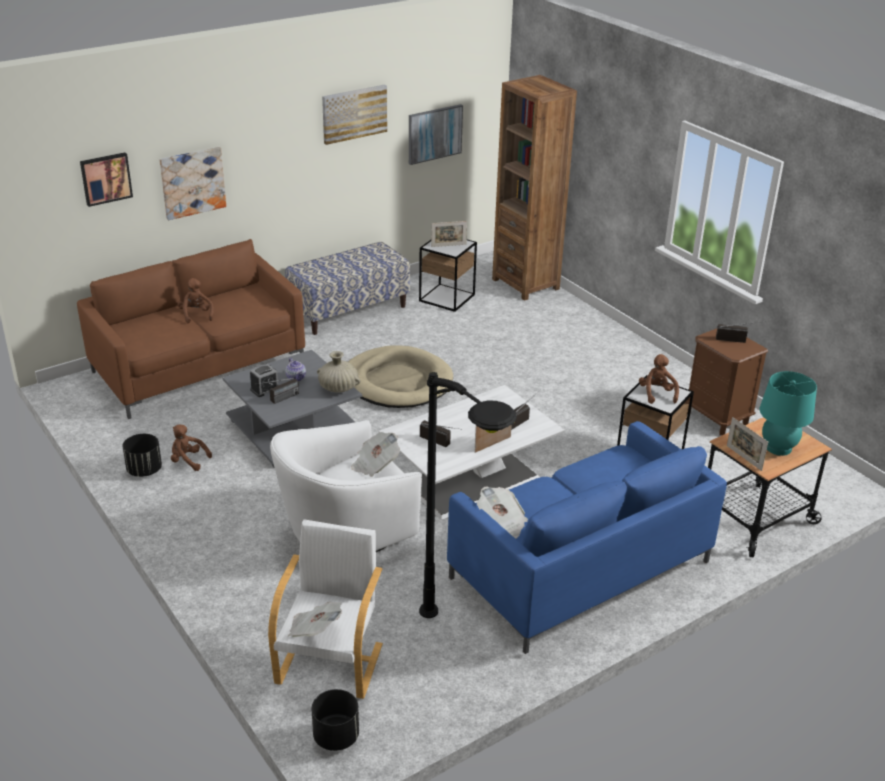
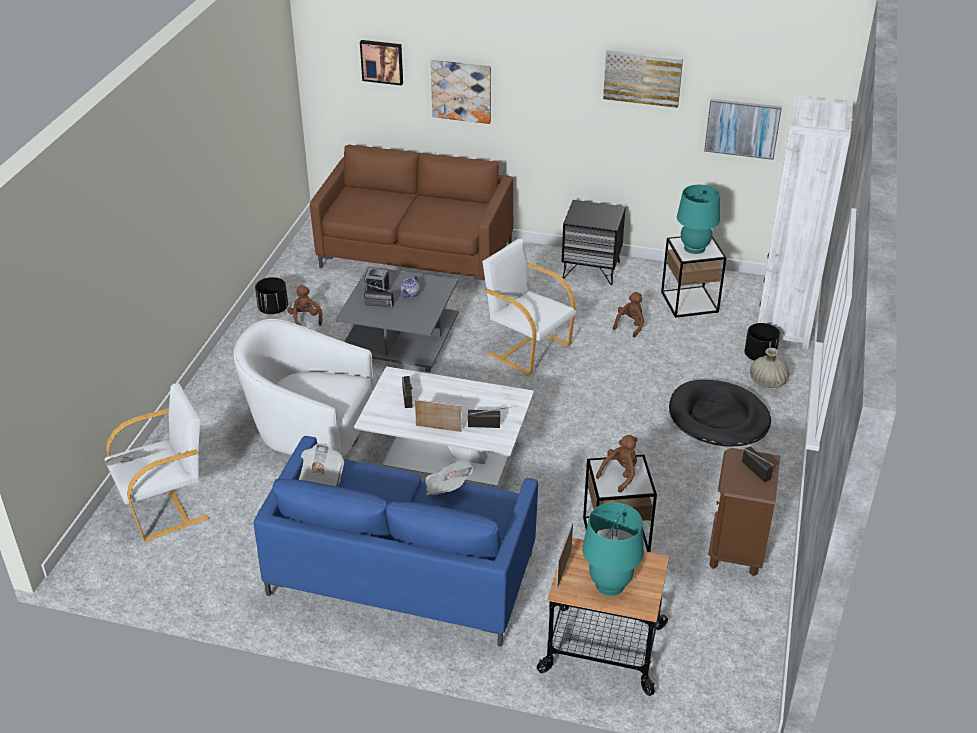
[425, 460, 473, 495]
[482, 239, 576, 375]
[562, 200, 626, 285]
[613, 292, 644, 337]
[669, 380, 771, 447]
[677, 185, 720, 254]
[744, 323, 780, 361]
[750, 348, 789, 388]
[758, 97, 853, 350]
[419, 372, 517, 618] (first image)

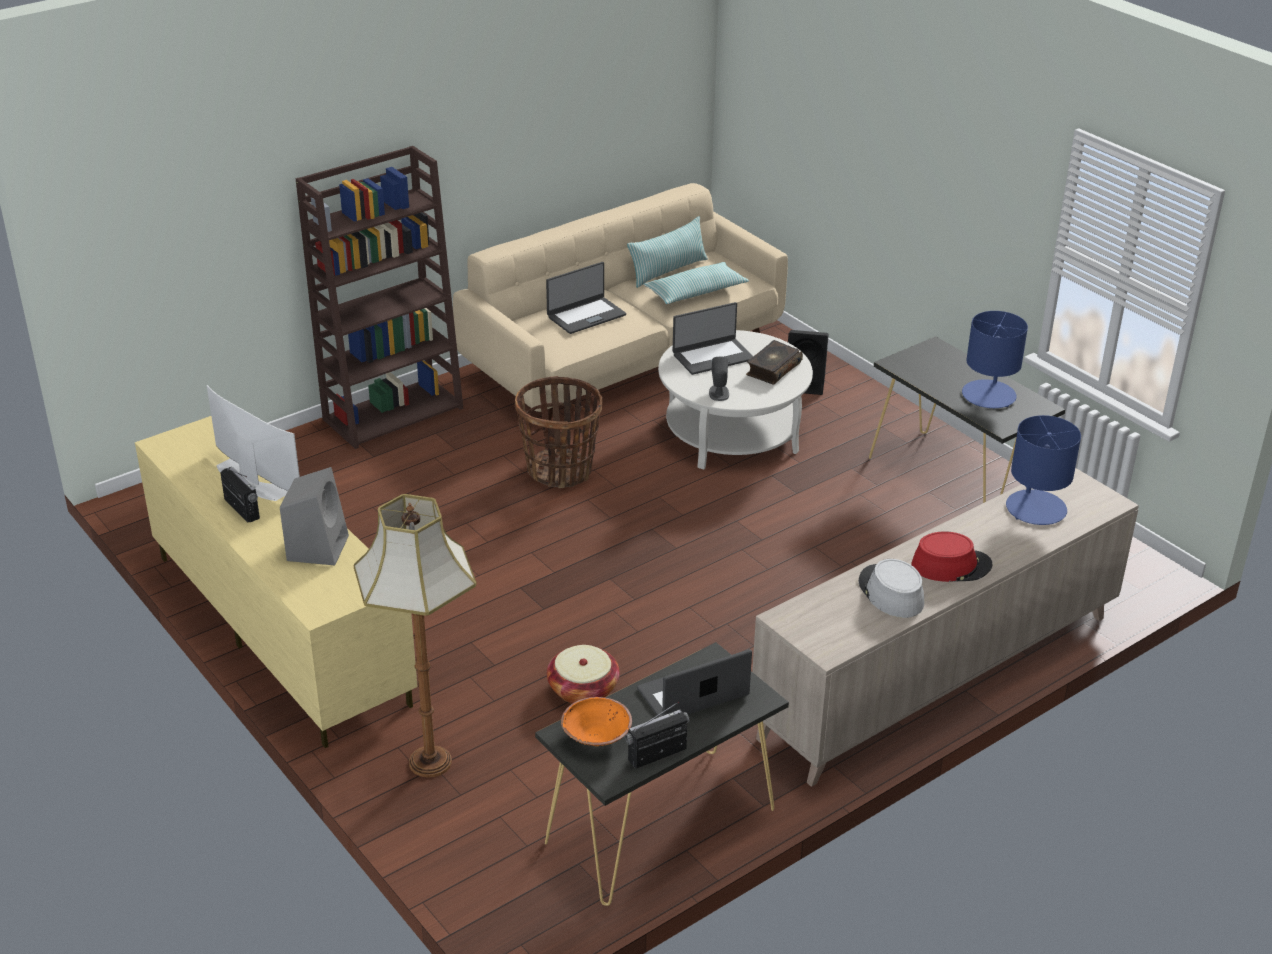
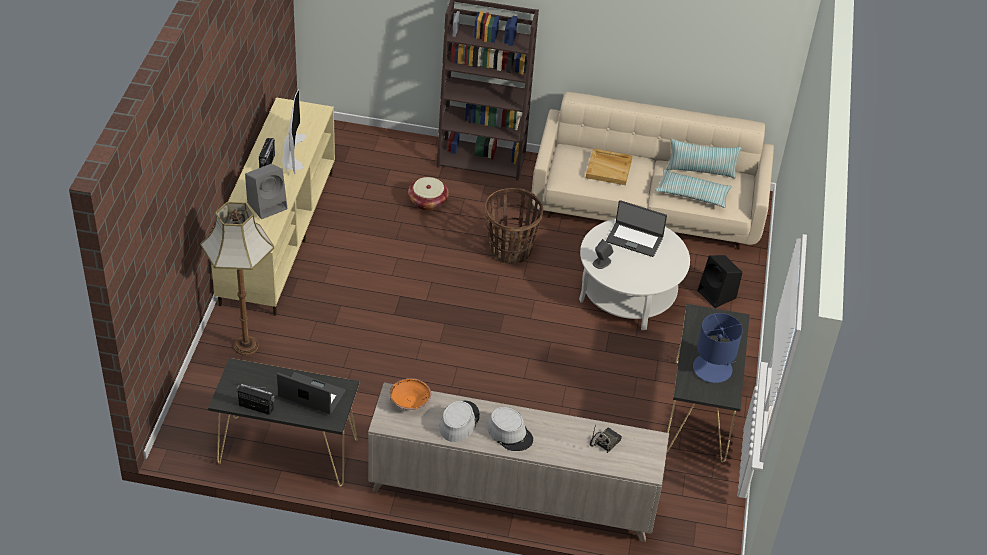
[389, 378, 431, 410]
[408, 177, 449, 211]
[487, 407, 533, 451]
[586, 148, 632, 185]
[590, 424, 622, 453]
[746, 340, 803, 385] (first image)

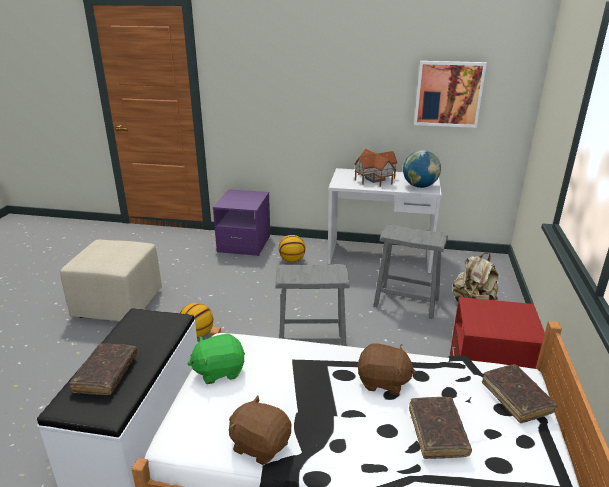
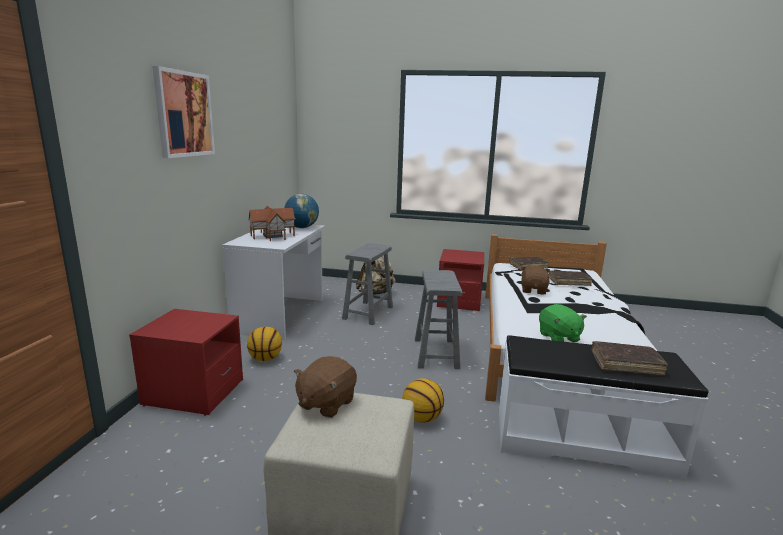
[129, 309, 243, 416]
[152, 66, 215, 158]
[294, 356, 357, 418]

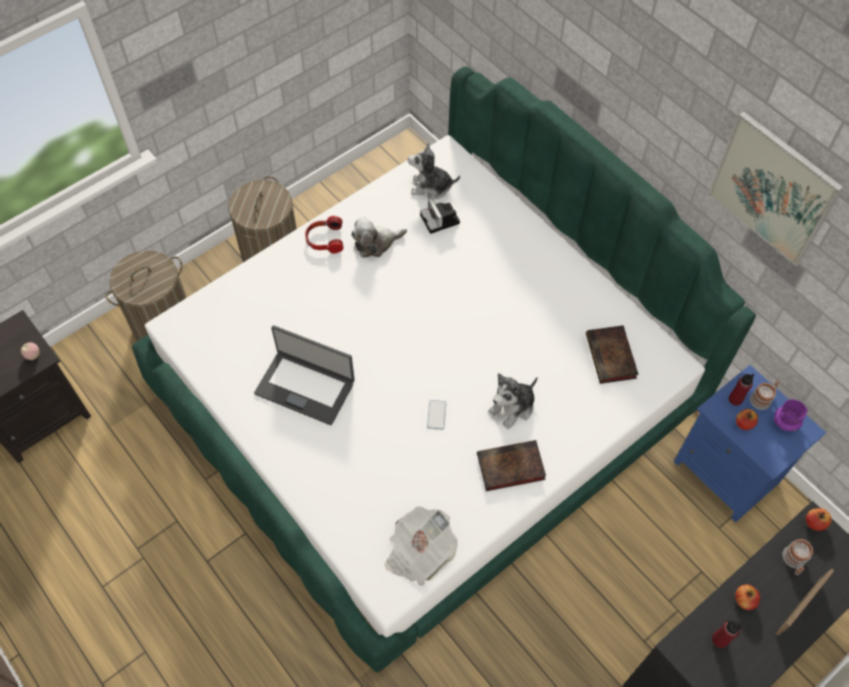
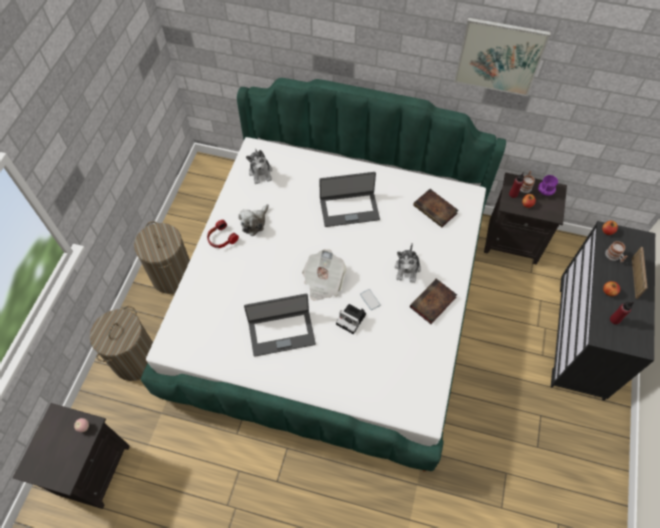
[246, 148, 273, 184]
[302, 249, 347, 301]
[319, 172, 380, 227]
[336, 304, 366, 334]
[484, 172, 567, 265]

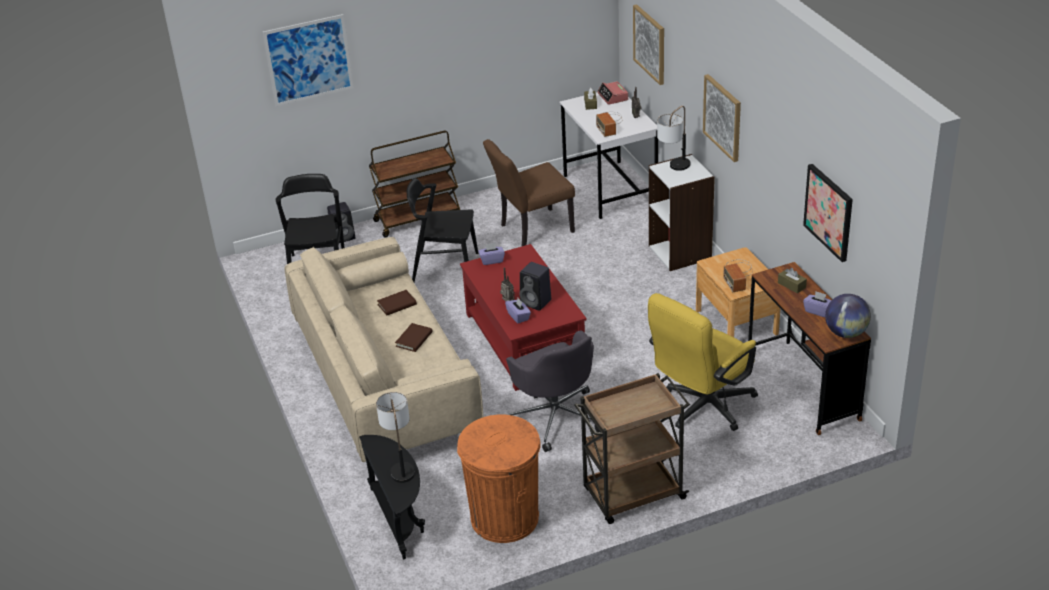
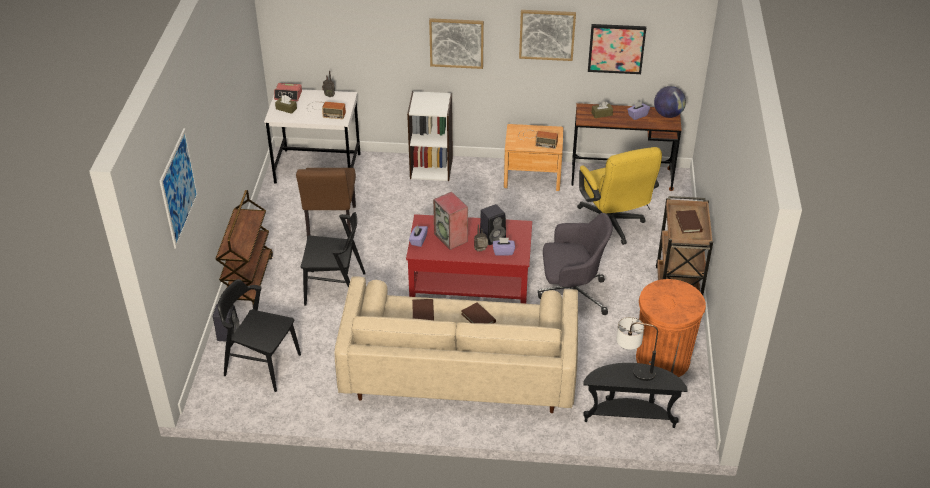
[301, 212, 366, 306]
[433, 192, 468, 250]
[519, 10, 576, 61]
[676, 210, 703, 234]
[657, 106, 691, 171] (first image)

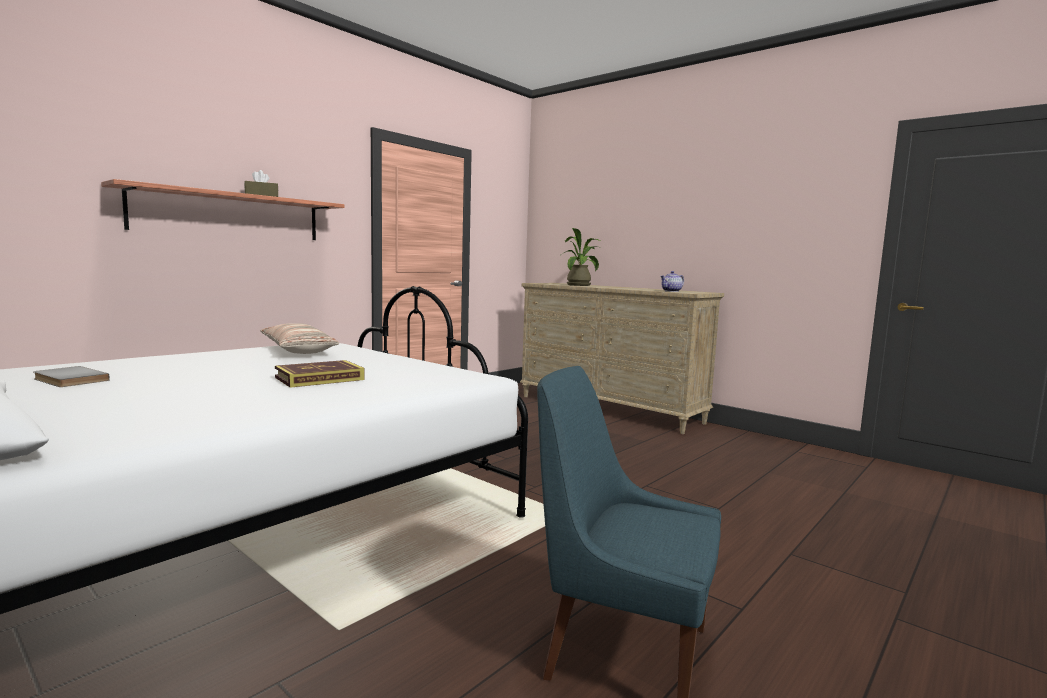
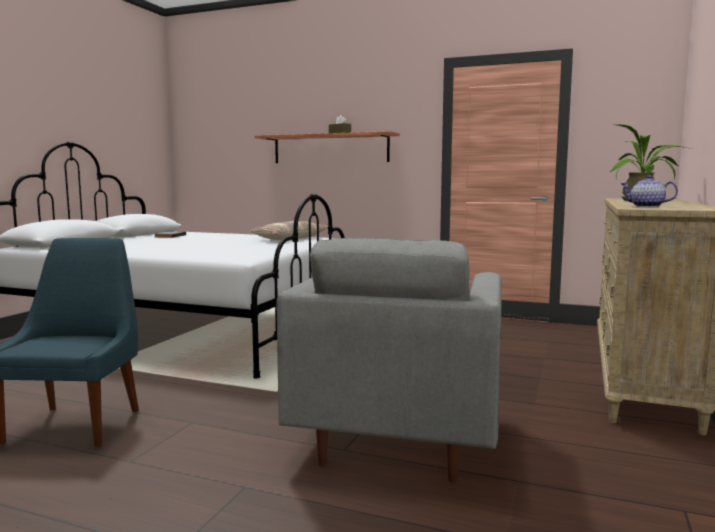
[277, 238, 502, 483]
[275, 360, 364, 388] (first image)

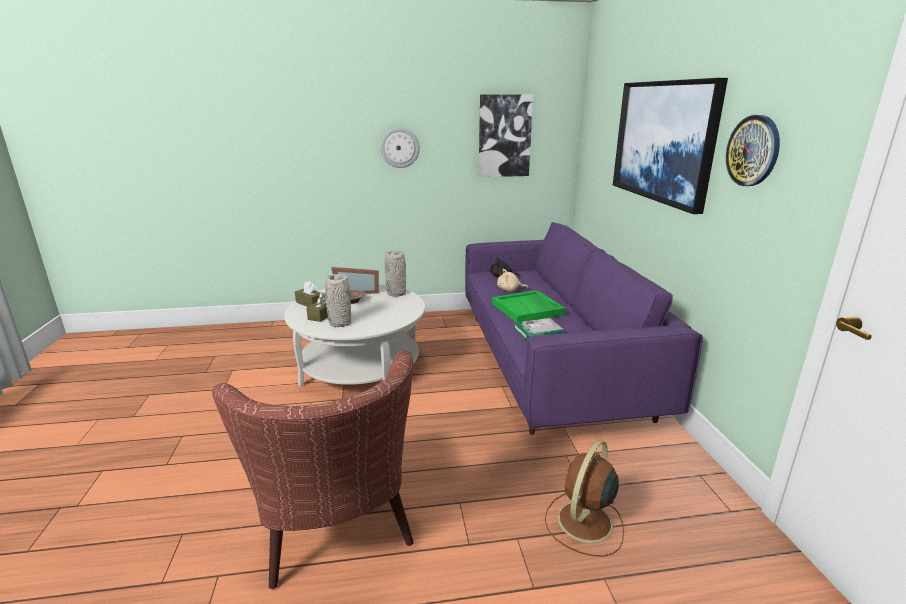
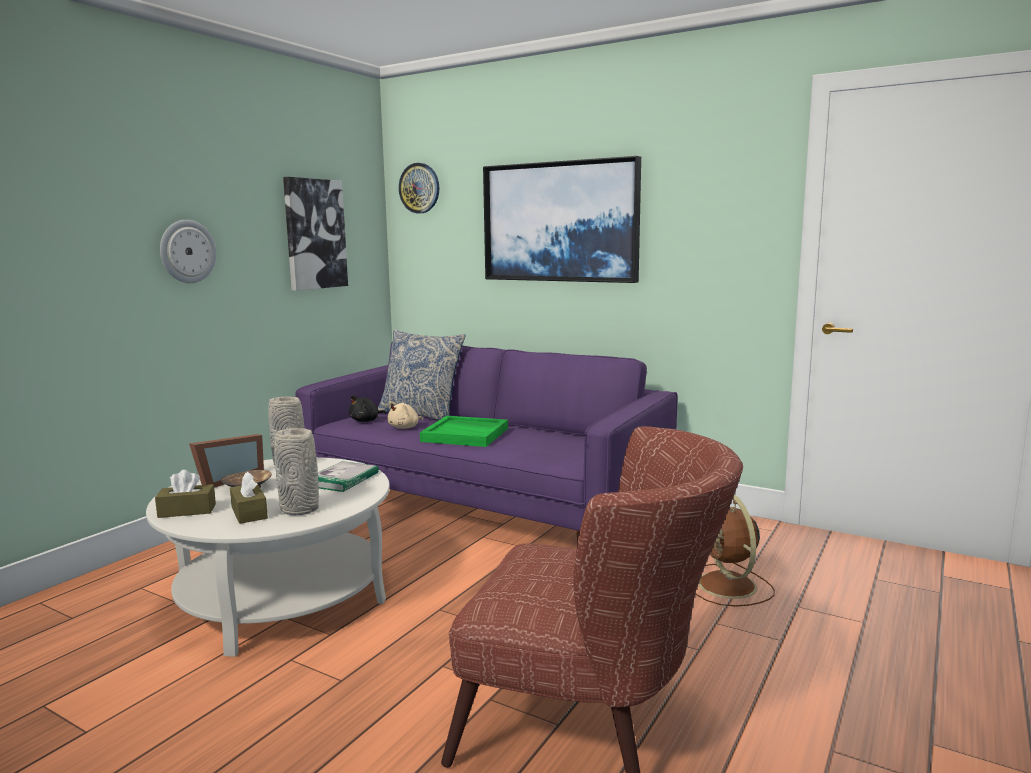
[318, 461, 379, 492]
[378, 330, 466, 420]
[399, 163, 439, 213]

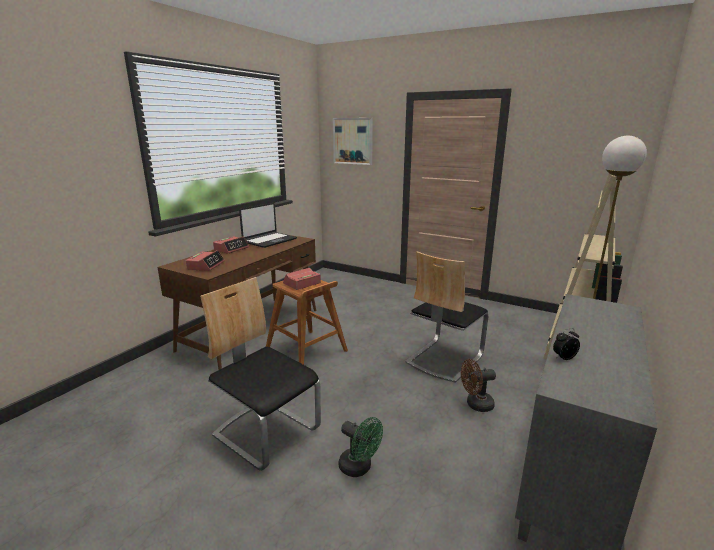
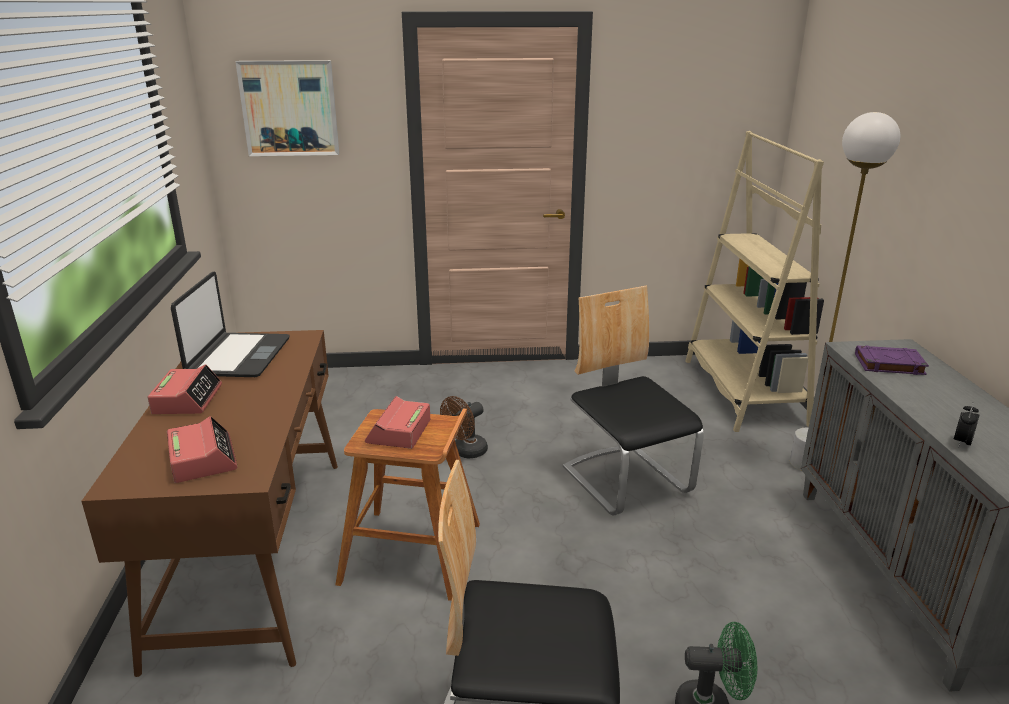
[440, 396, 488, 458]
[563, 286, 704, 516]
[855, 346, 929, 375]

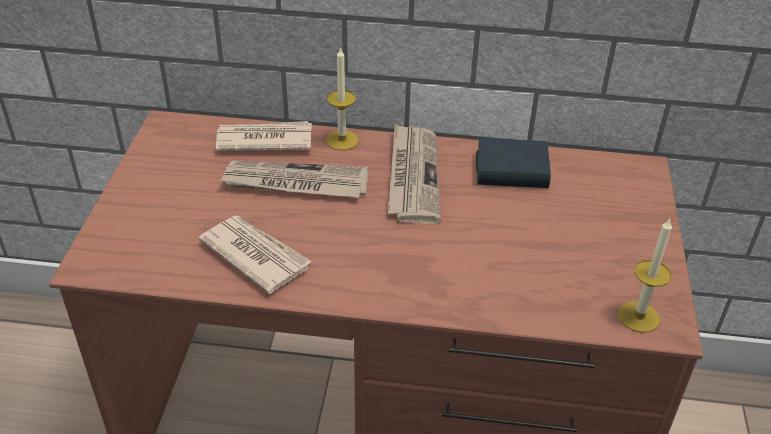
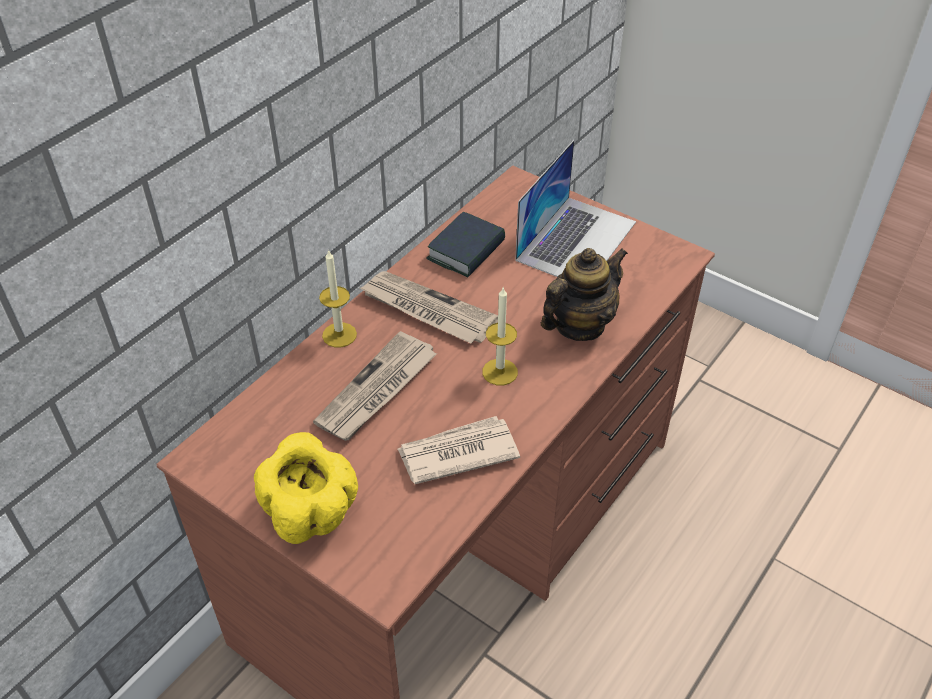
[254, 432, 358, 544]
[482, 288, 518, 385]
[515, 140, 636, 277]
[541, 248, 628, 341]
[216, 121, 312, 151] (first image)

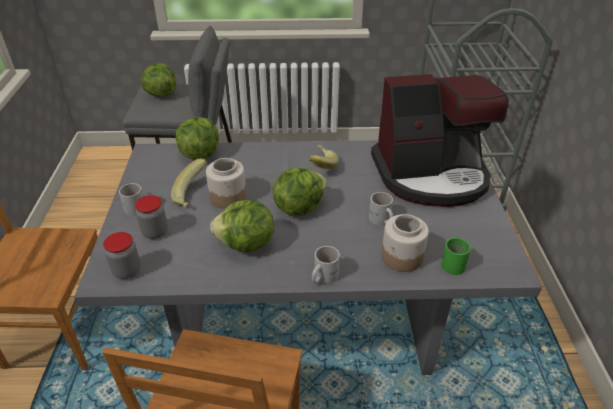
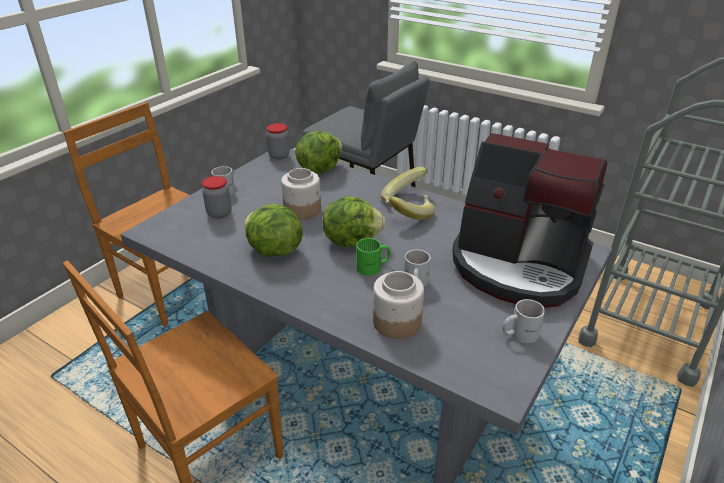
[266, 123, 290, 160]
[356, 238, 391, 276]
[381, 167, 427, 203]
[503, 299, 545, 343]
[141, 63, 176, 97] (first image)

